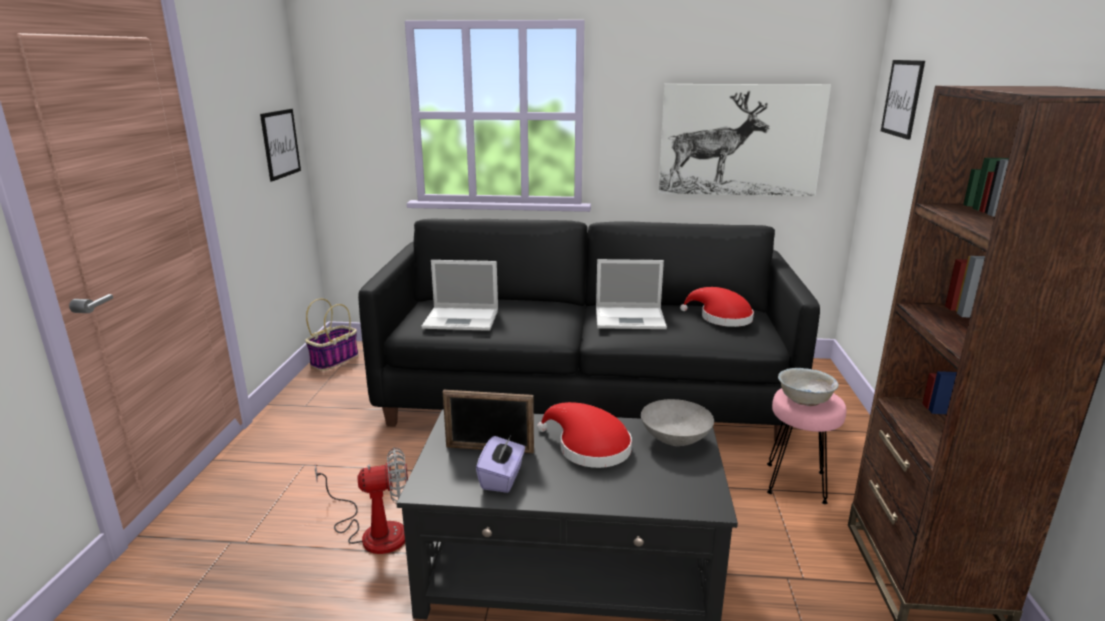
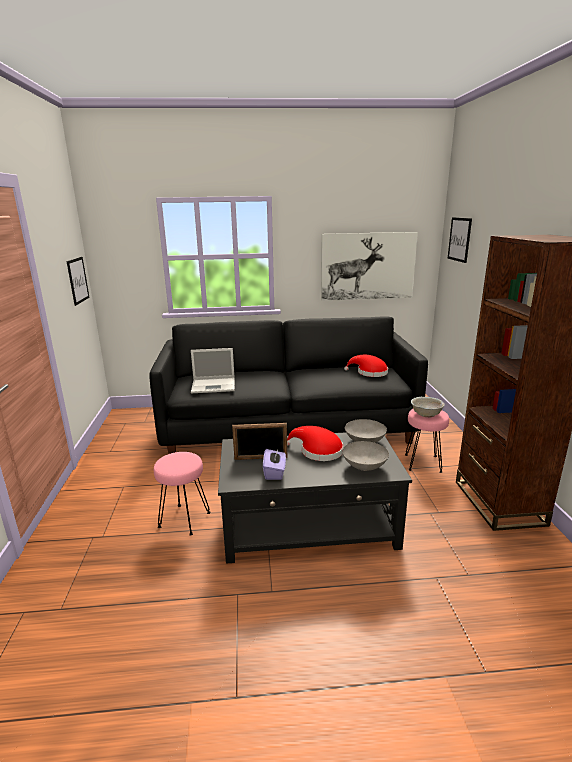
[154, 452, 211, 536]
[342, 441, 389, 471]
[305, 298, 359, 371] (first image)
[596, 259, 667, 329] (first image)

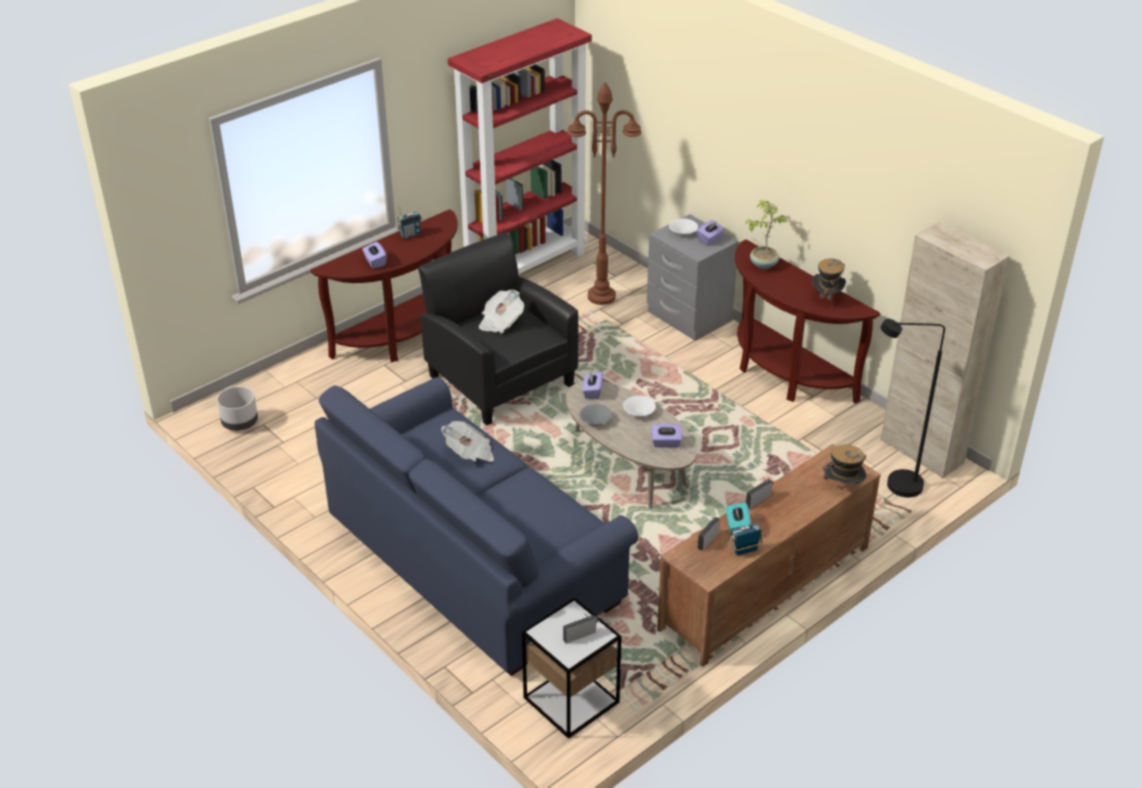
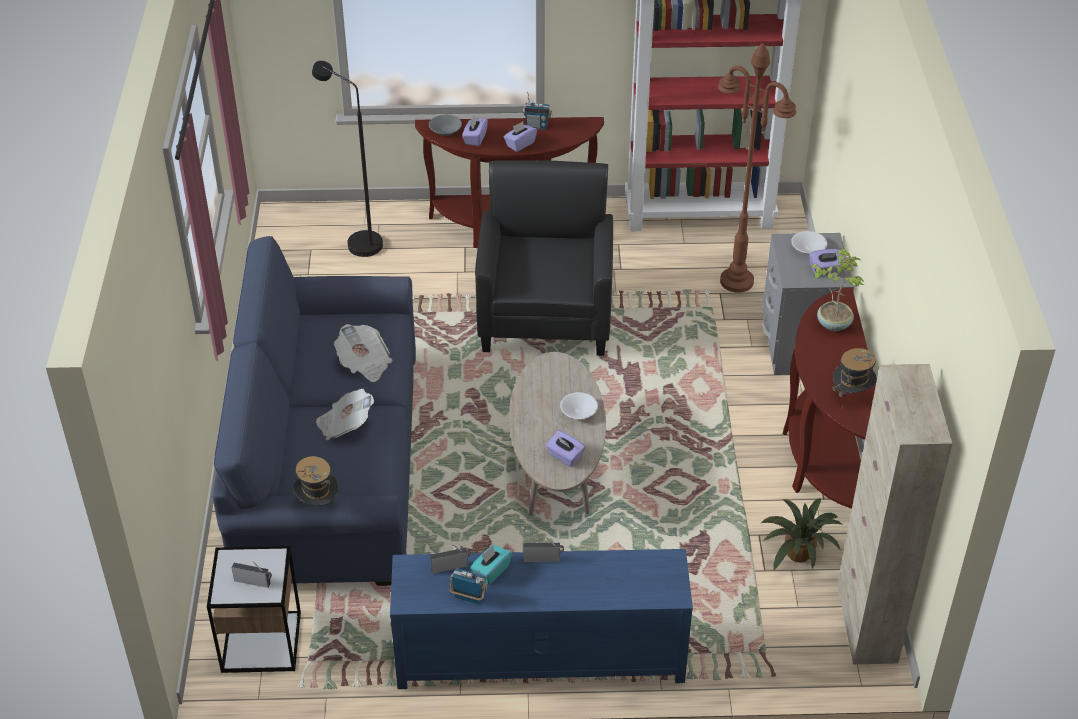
[292, 456, 339, 506]
[312, 61, 383, 257]
[316, 389, 374, 440]
[390, 549, 693, 689]
[429, 115, 462, 136]
[504, 122, 537, 152]
[761, 498, 842, 570]
[217, 386, 258, 431] (first image)

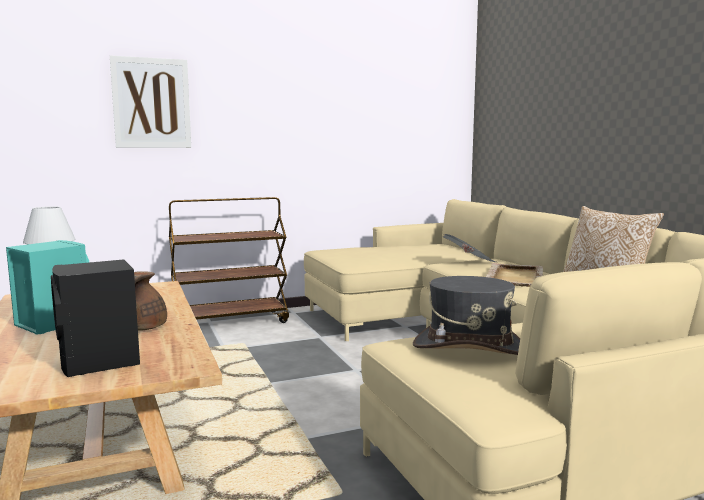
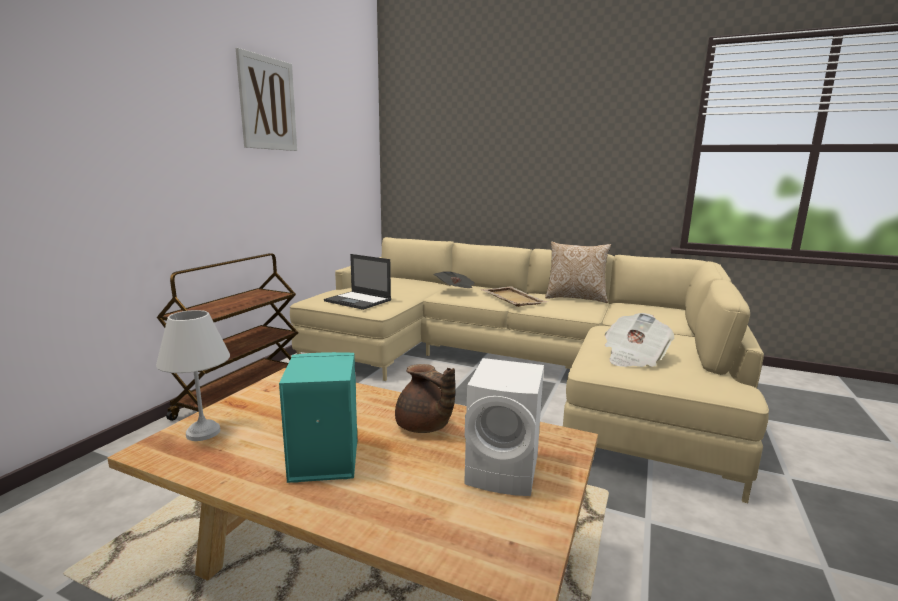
[236, 48, 297, 151]
[324, 254, 391, 310]
[464, 358, 544, 496]
[605, 313, 675, 367]

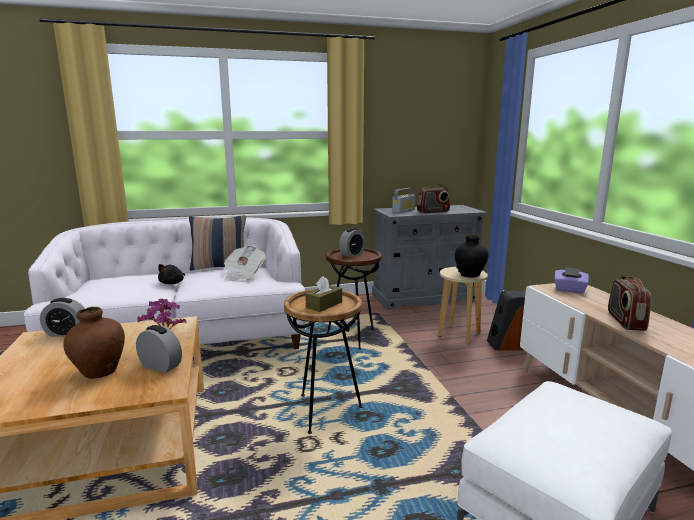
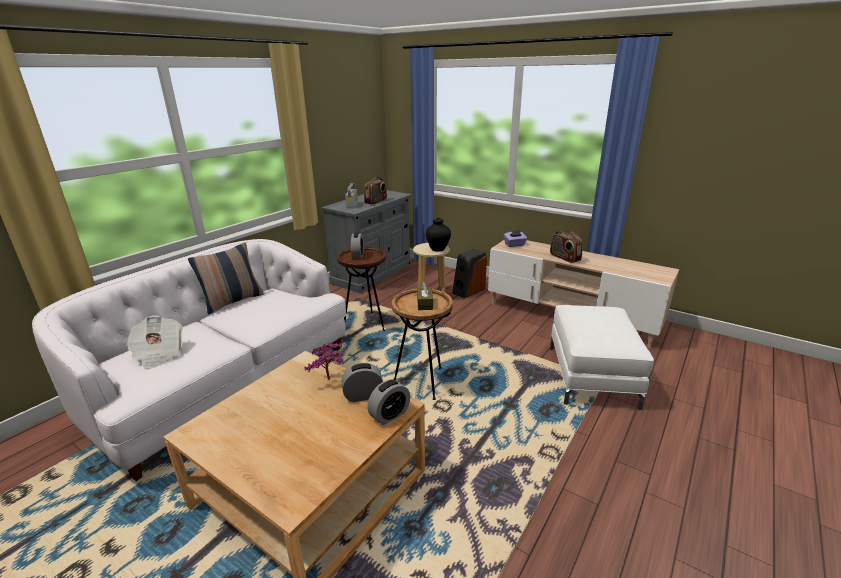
[126, 315, 183, 369]
[367, 379, 410, 425]
[63, 307, 125, 379] (first image)
[158, 264, 185, 284] (first image)

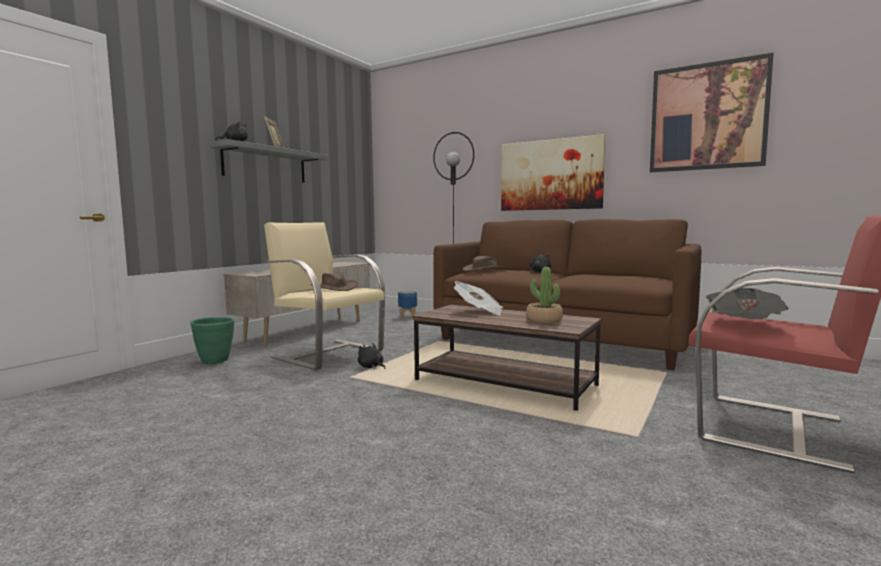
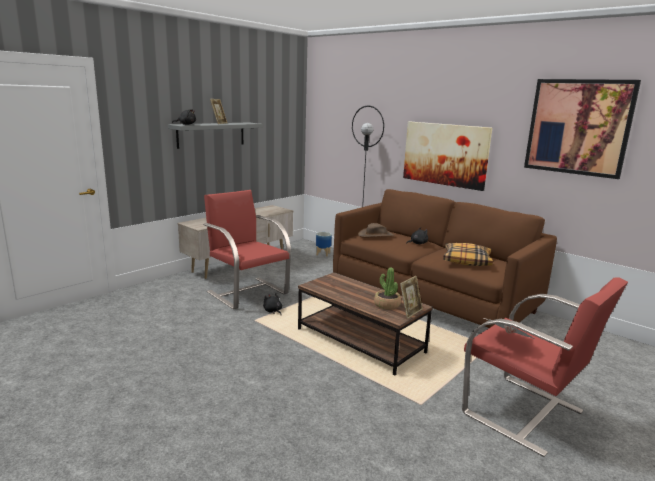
[203, 190, 291, 310]
[400, 276, 423, 319]
[443, 243, 493, 266]
[190, 317, 234, 365] (first image)
[311, 272, 358, 291] (first image)
[454, 281, 503, 315] (first image)

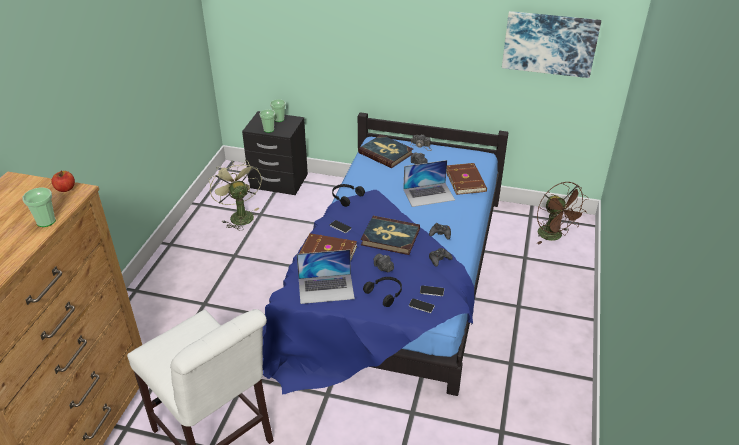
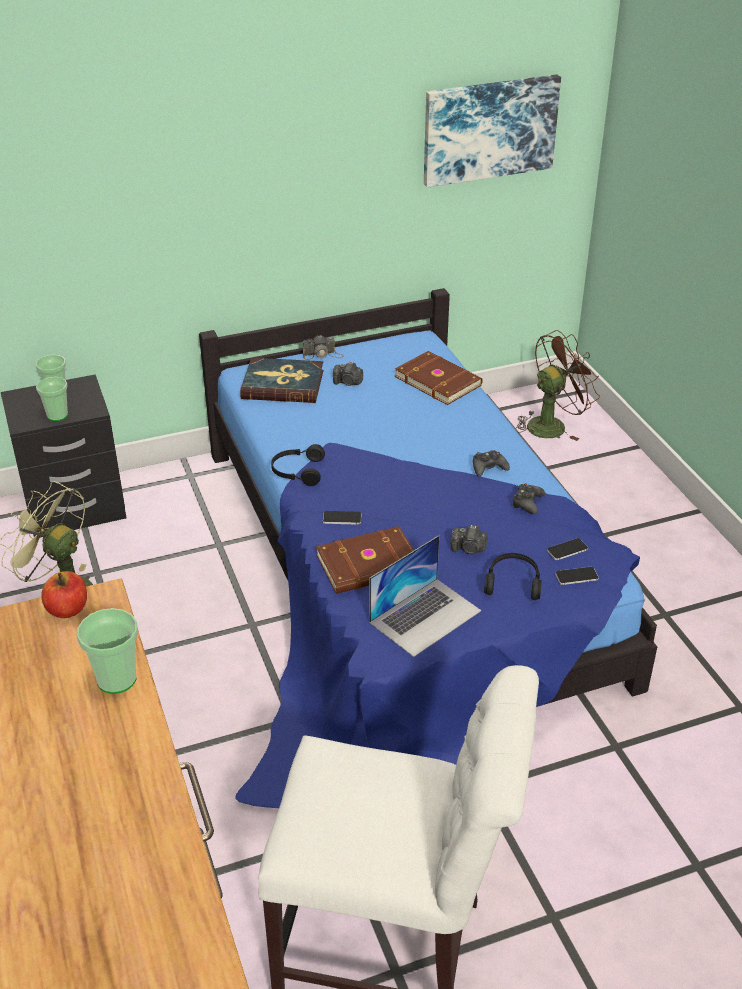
[515, 330, 600, 441]
[361, 216, 420, 255] (first image)
[403, 160, 455, 207] (first image)

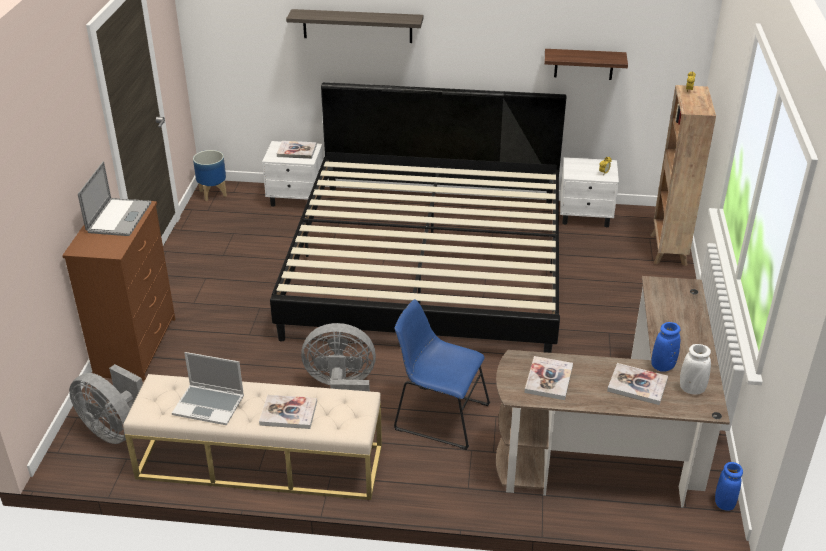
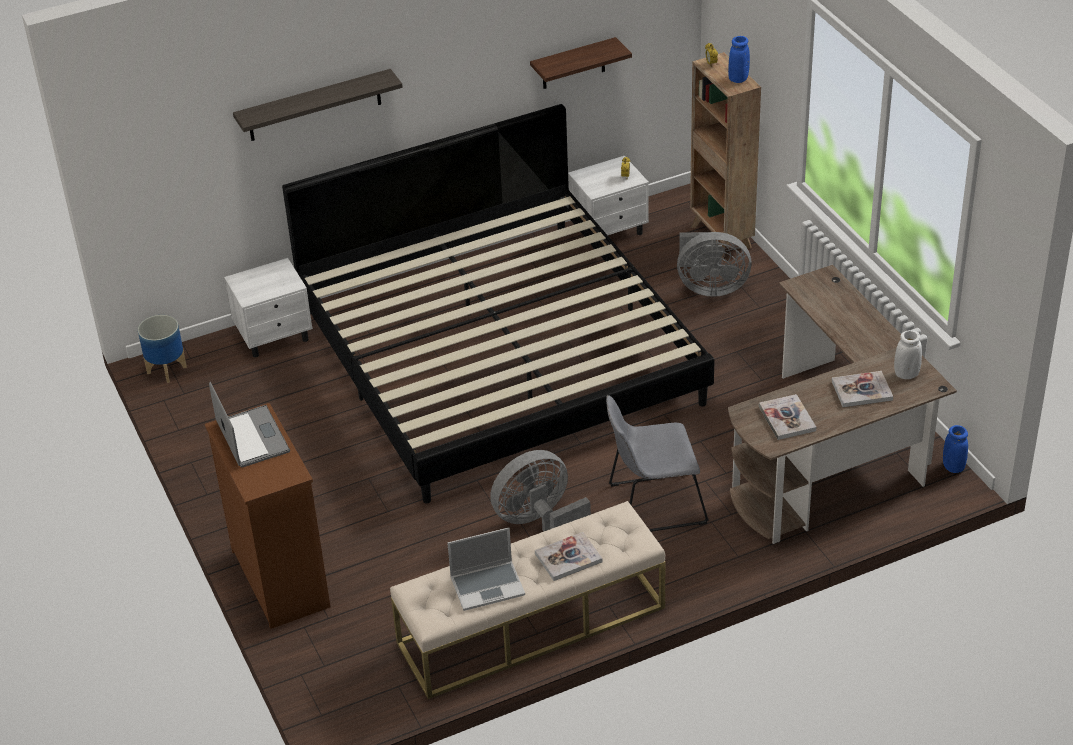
[606, 395, 709, 532]
[677, 232, 752, 297]
[728, 36, 750, 83]
[277, 141, 317, 159] (first image)

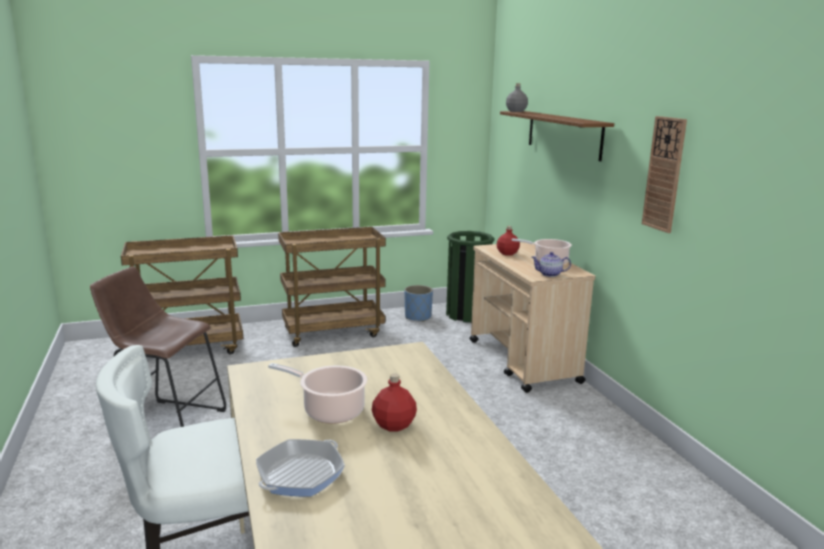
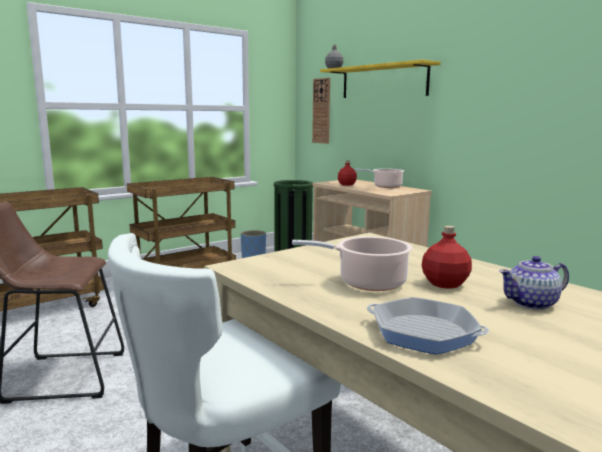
[312, 78, 330, 144]
[320, 60, 441, 98]
[367, 297, 489, 354]
[499, 256, 569, 310]

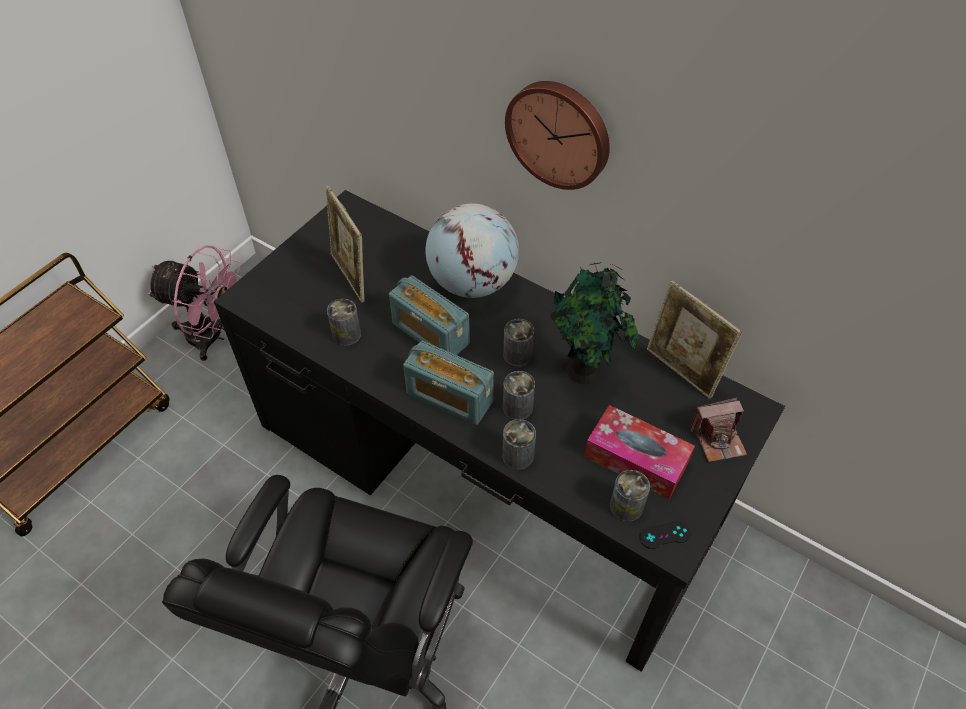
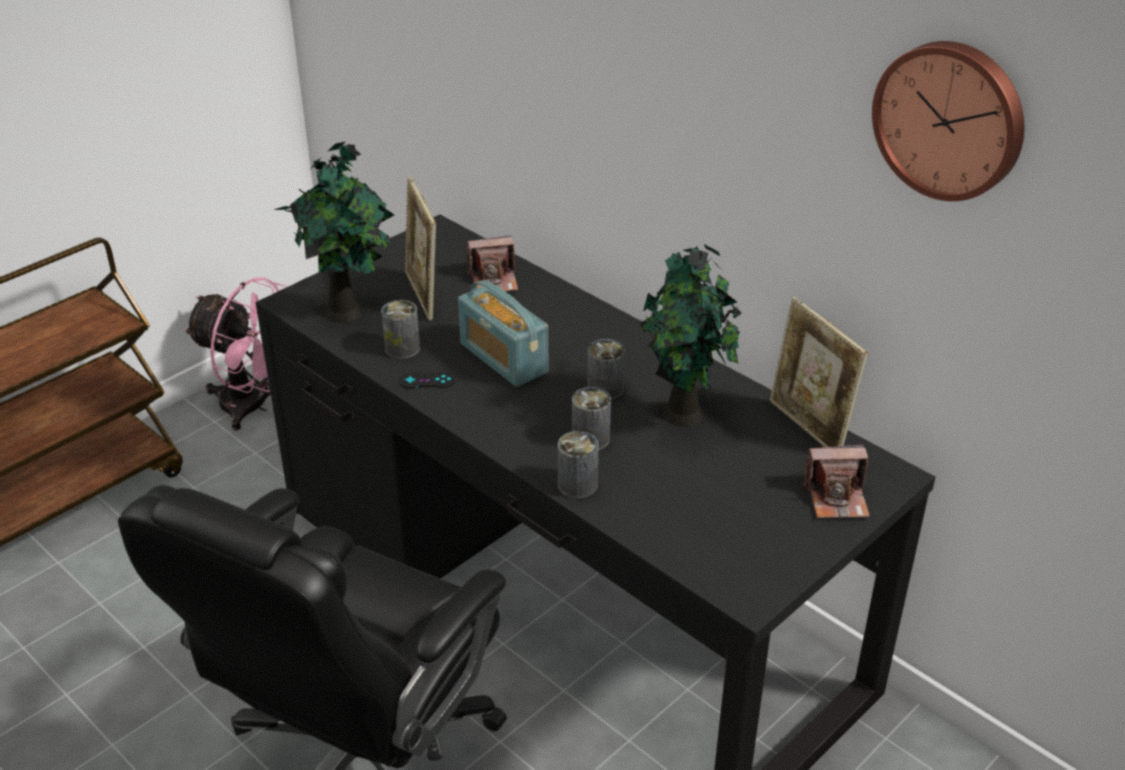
[274, 142, 394, 323]
[399, 372, 455, 389]
[467, 235, 518, 292]
[872, 41, 1024, 201]
[403, 341, 494, 425] (first image)
[426, 203, 519, 298] (first image)
[584, 405, 695, 499] (first image)
[610, 470, 650, 522] (first image)

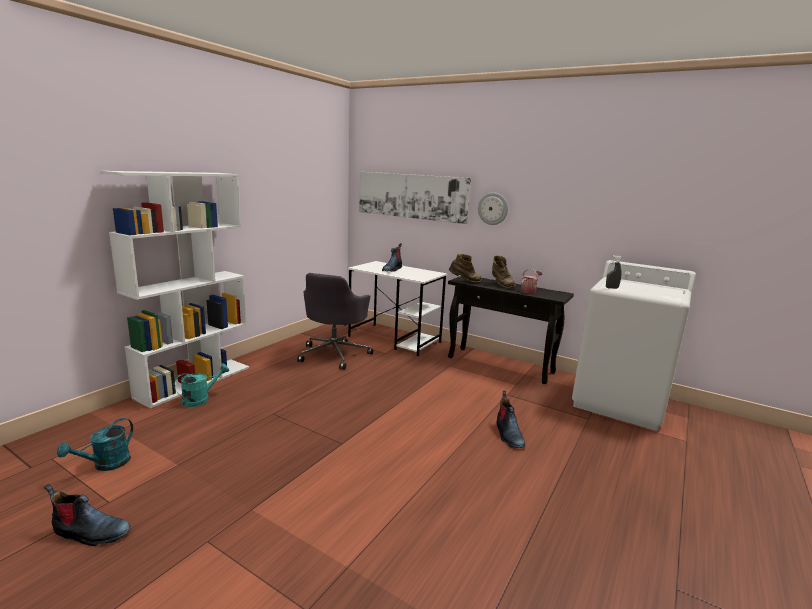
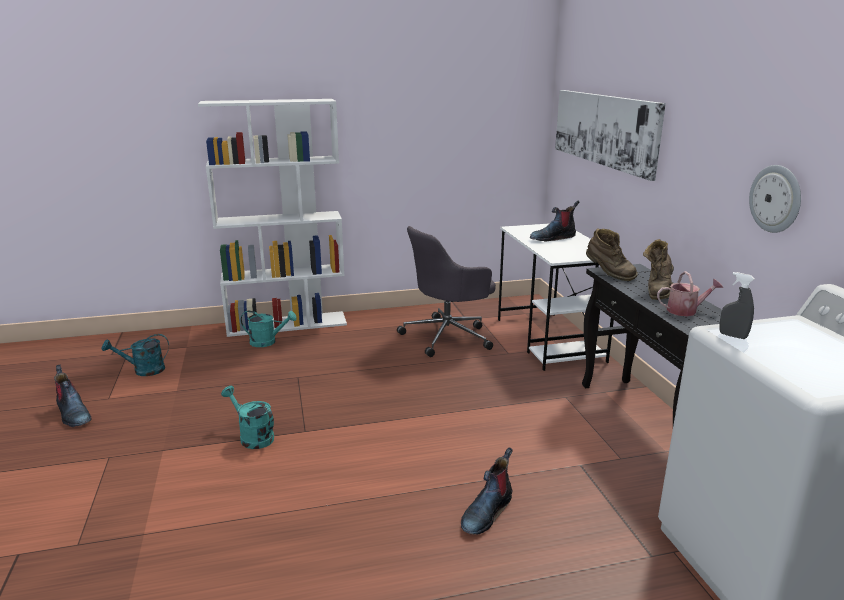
[221, 386, 274, 449]
[749, 165, 801, 233]

